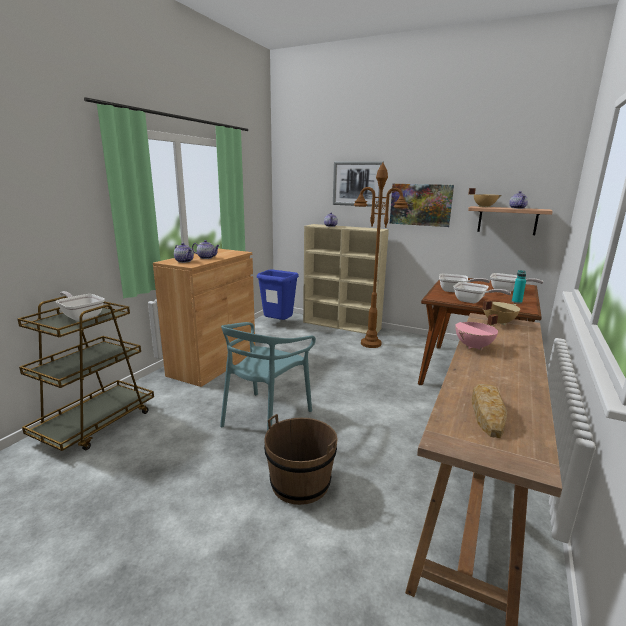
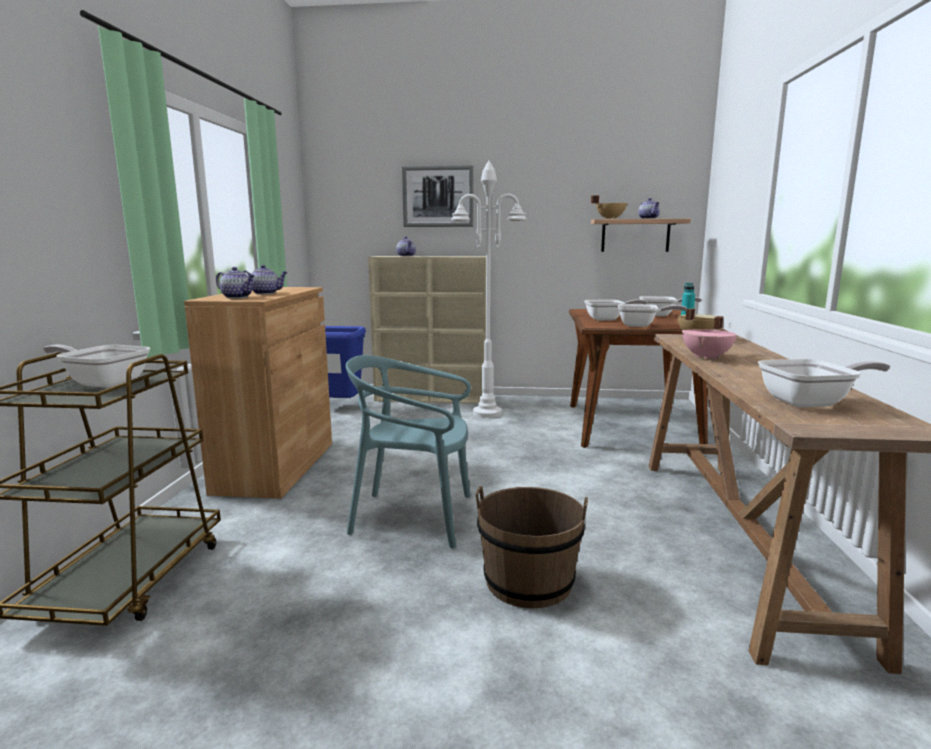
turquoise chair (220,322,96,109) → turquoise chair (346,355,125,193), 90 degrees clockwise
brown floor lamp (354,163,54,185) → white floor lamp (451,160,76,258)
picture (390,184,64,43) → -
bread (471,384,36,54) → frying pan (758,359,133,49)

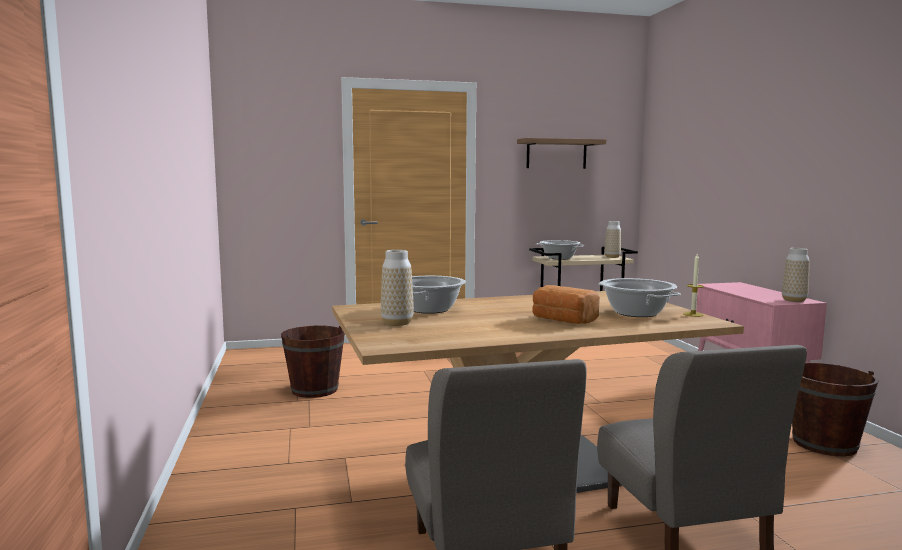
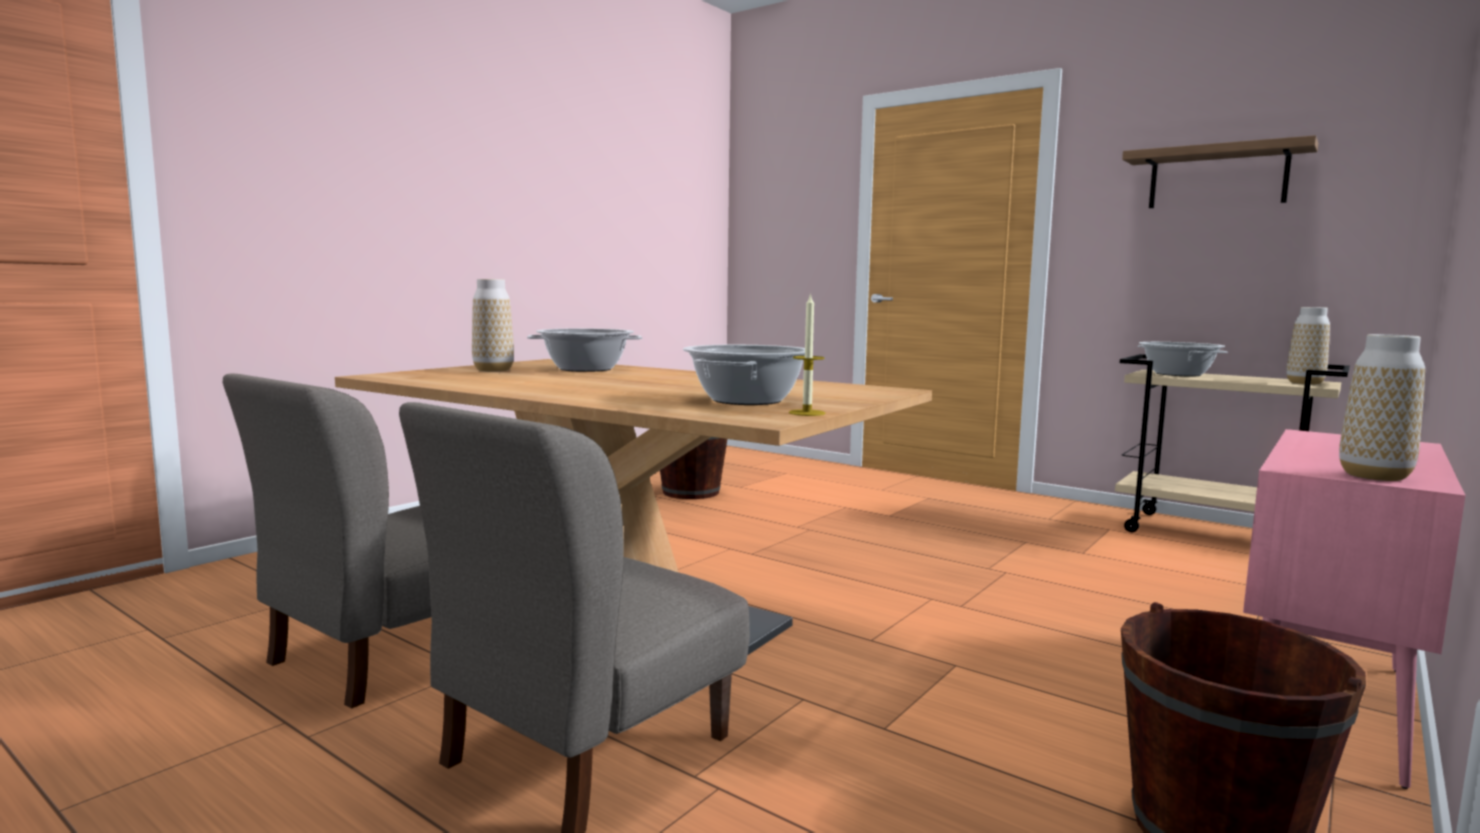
bread (532,285,68,39) → -

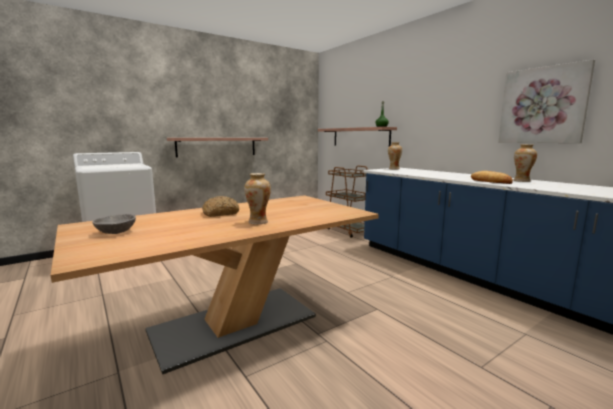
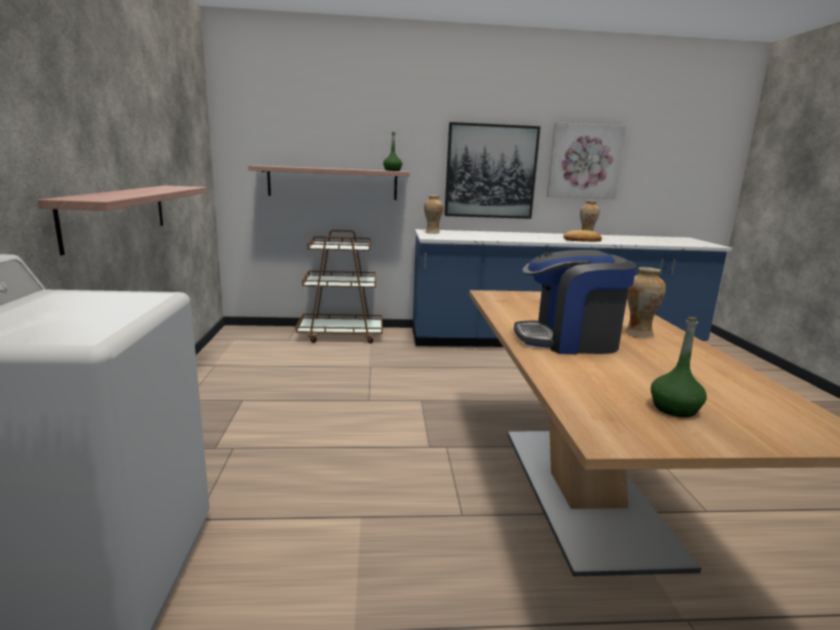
grey bowl (92,214,44,20) → green bottle (651,317,56,100)
bread (202,196,37,21) → coffee machine (514,250,122,104)
- → picture (444,122,97,97)

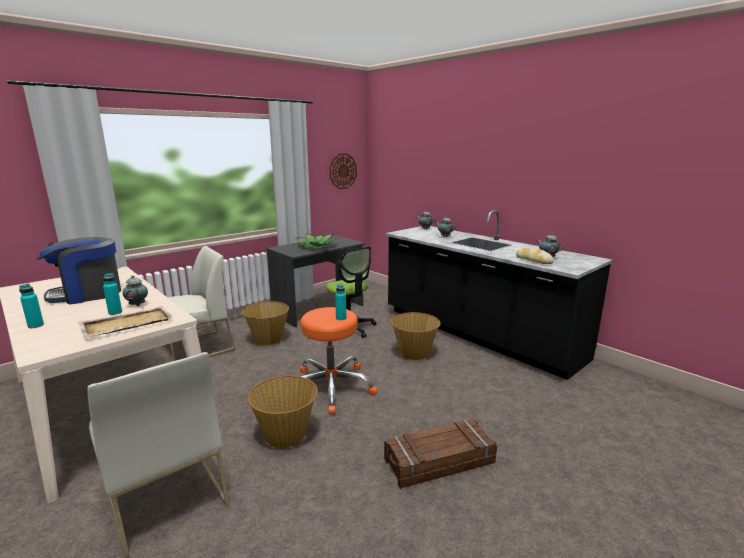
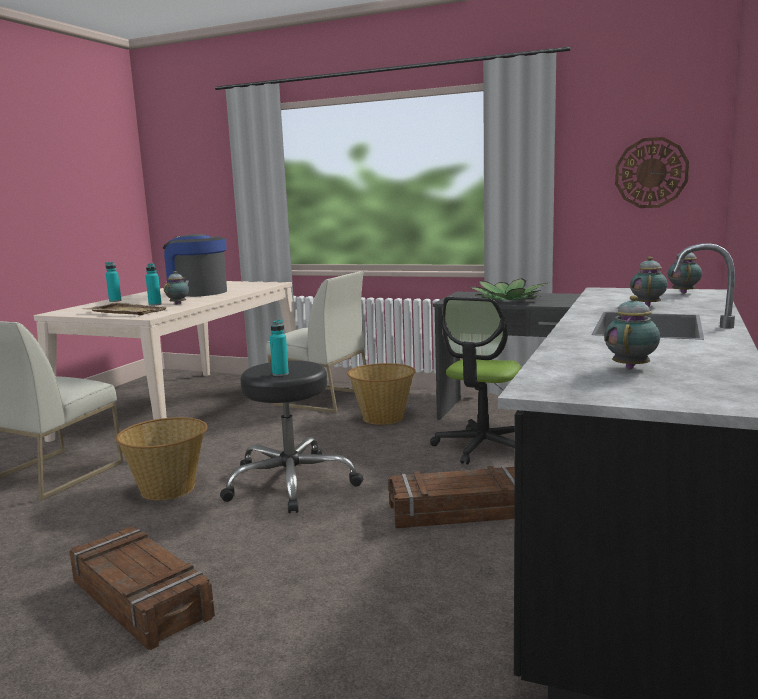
orange stool (300,307,78,107) → black stool (220,361,143,152)
basket (391,312,50,49) → crate (388,466,127,63)
bread (516,248,38,16) → -

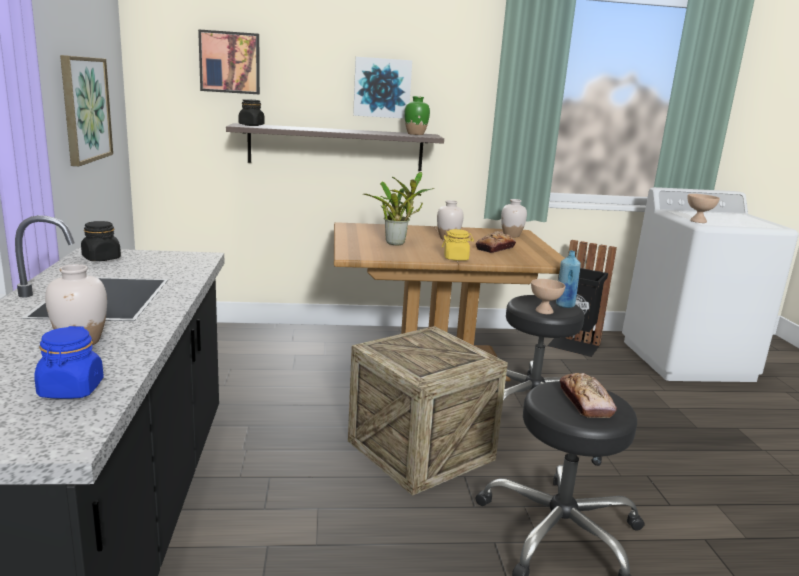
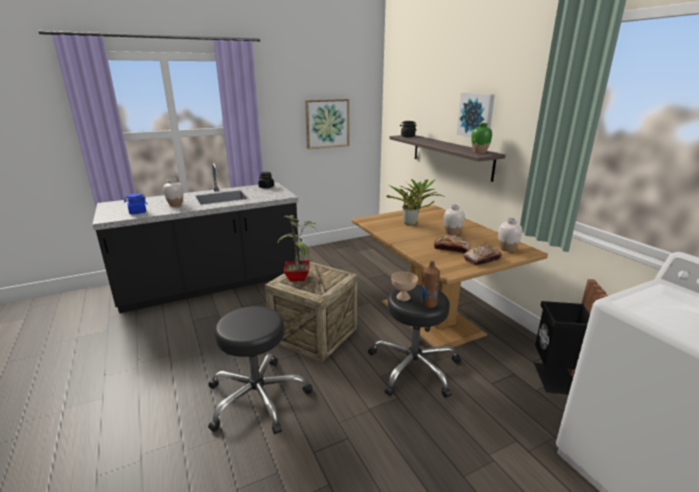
picture (198,29,62,65) → -
yellow jar (442,229,32,32) → -
blue bottle (556,251,25,57) → brown bottle (421,261,19,47)
bread (560,373,57,45) → bread (464,245,38,20), relocated
beige bowl (688,194,32,29) → -
- → potted plant (277,215,40,66)

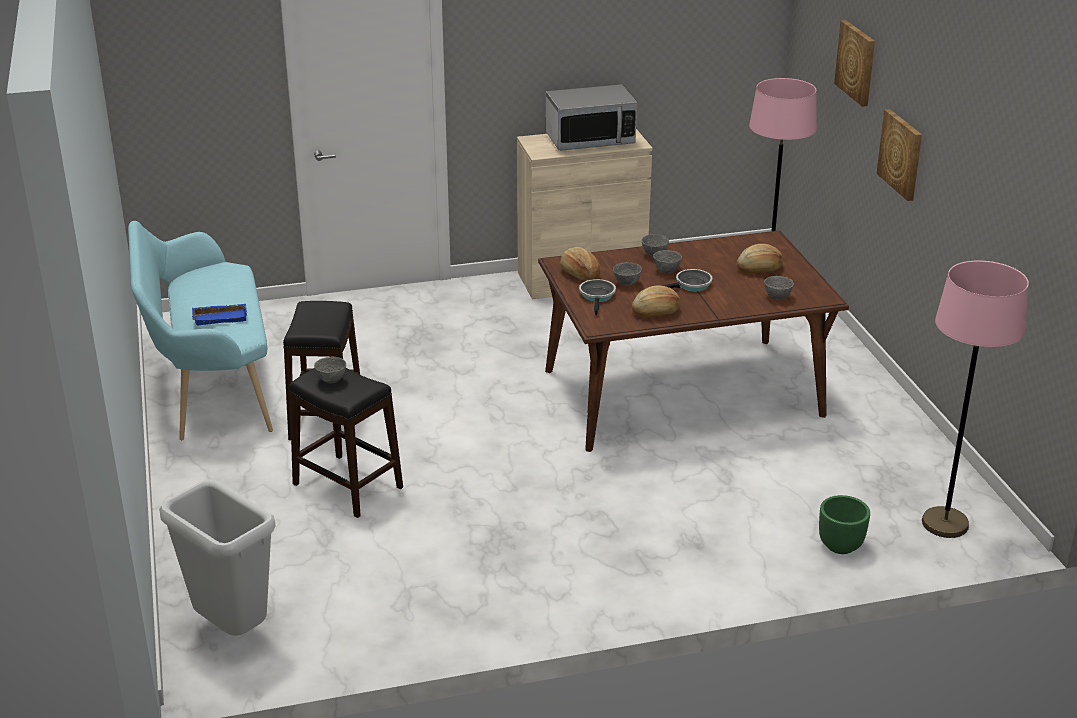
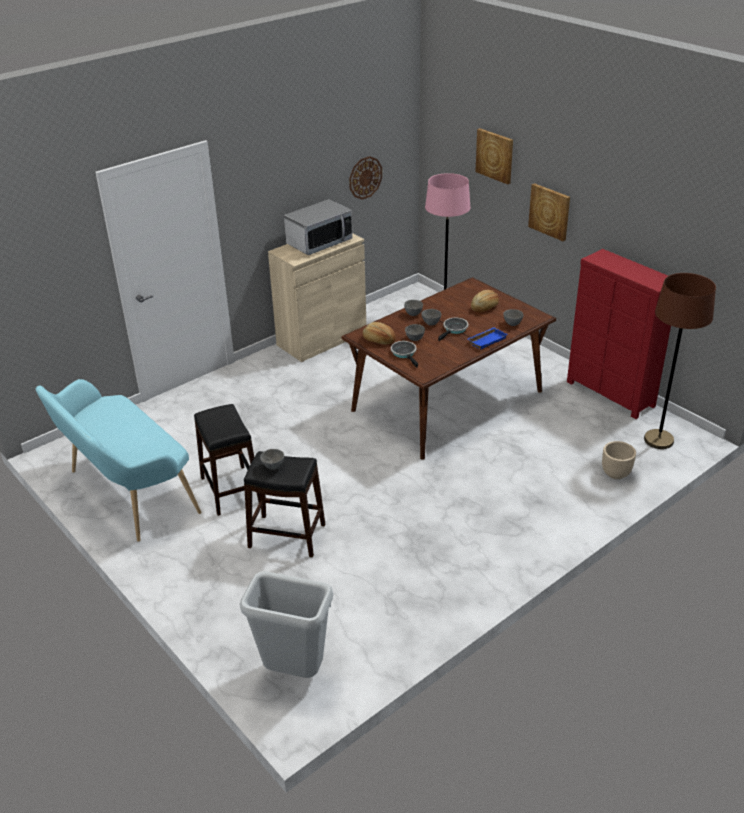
blue tray (192,304,55,21) → blue tray (468,327,40,23), relocated
bread (632,285,49,32) → -
green planter (819,495,51,59) → beige planter (602,441,34,38)
pink floor lamp (922,261,107,277) → brown floor lamp (644,273,72,176)
- → wall clock (349,156,33,44)
- → red dresser (567,249,104,170)

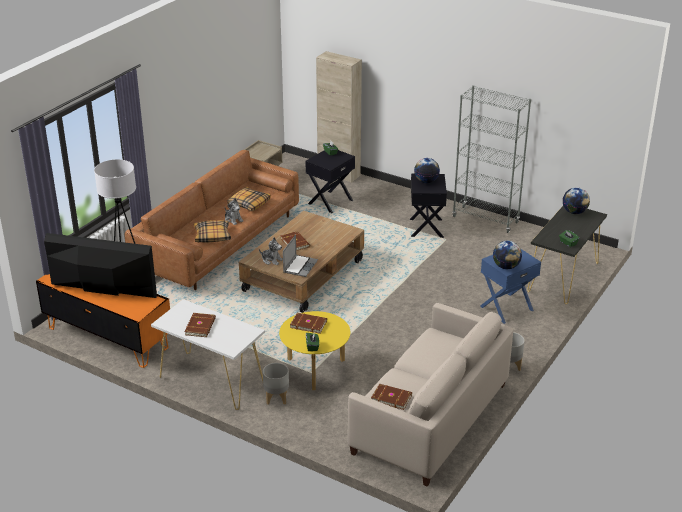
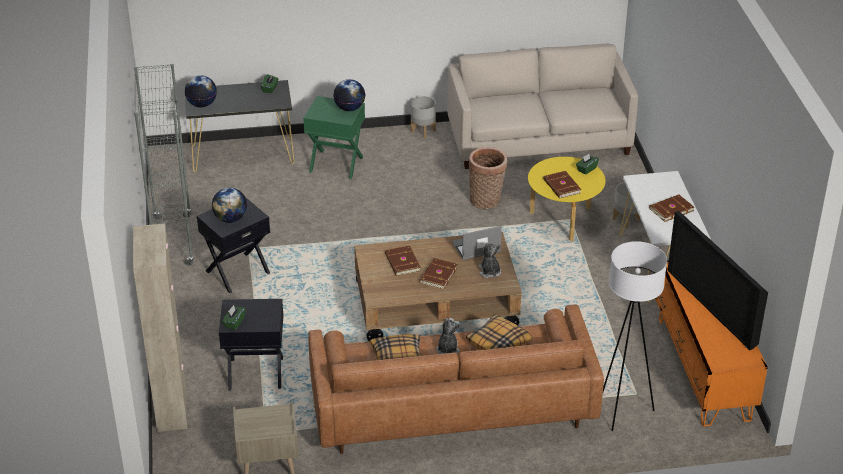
brown book (371,384,41,26) → brown book (385,246,36,30), relocated
blue side table (480,249,61,75) → green side table (303,96,62,83)
- → basket (469,147,38,62)

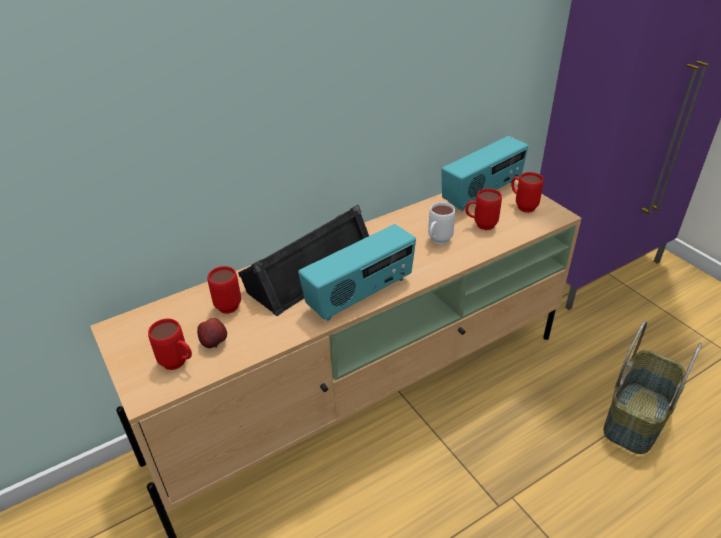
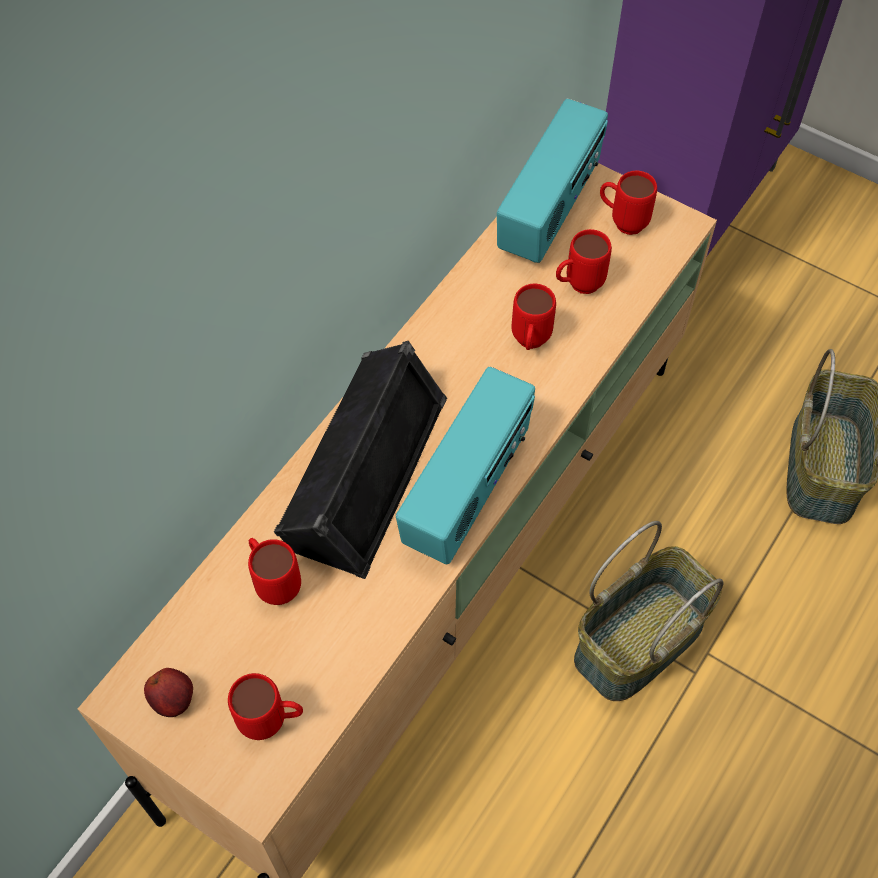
apple (197,318,30,30) → apple (144,668,49,49), relocated
white mug (428,202,27,43) → red mug (511,284,45,66)
- → basket (574,521,149,180)

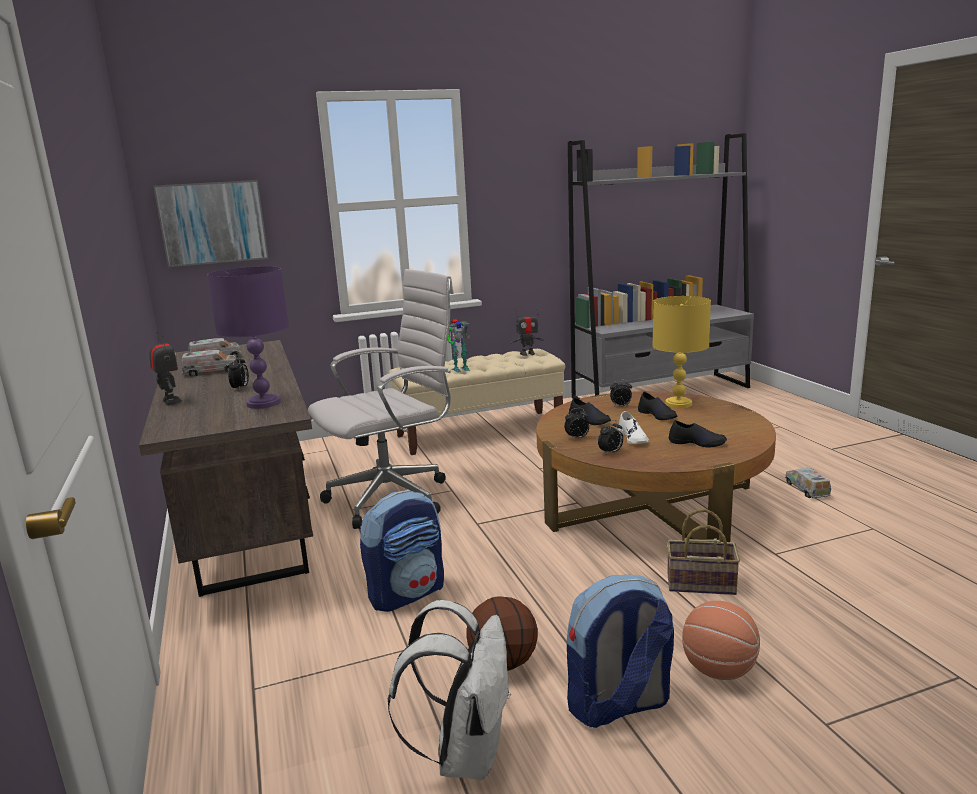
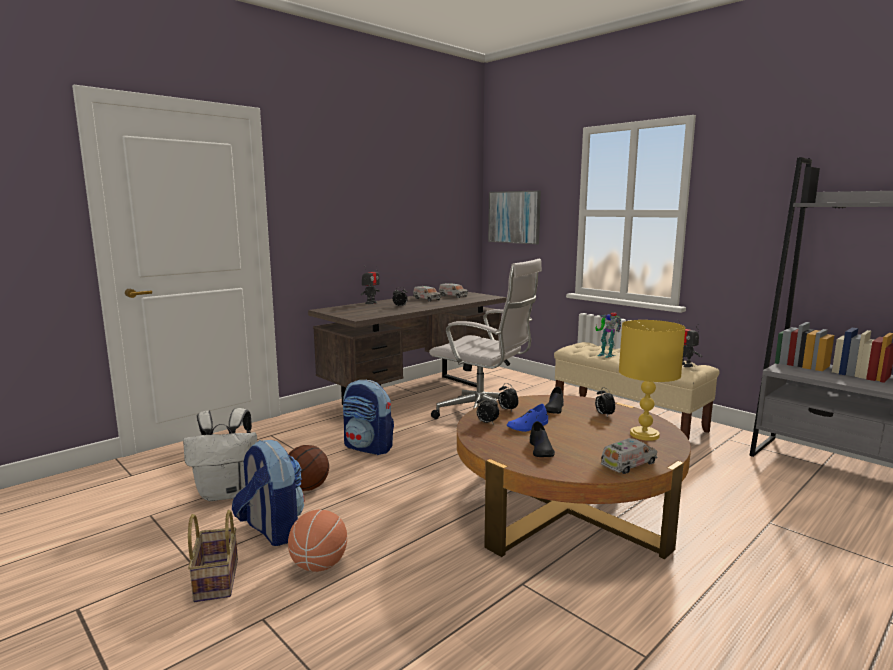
purple table lamp (207,266,82,143) → -
white shoe (618,411,30,33) → blue shoe (507,404,41,28)
black shoe (638,392,40,28) → -
basket (667,509,73,86) → basket (188,510,50,92), relocated
toy truck (785,468,46,30) → toy truck (601,438,56,36), relocated

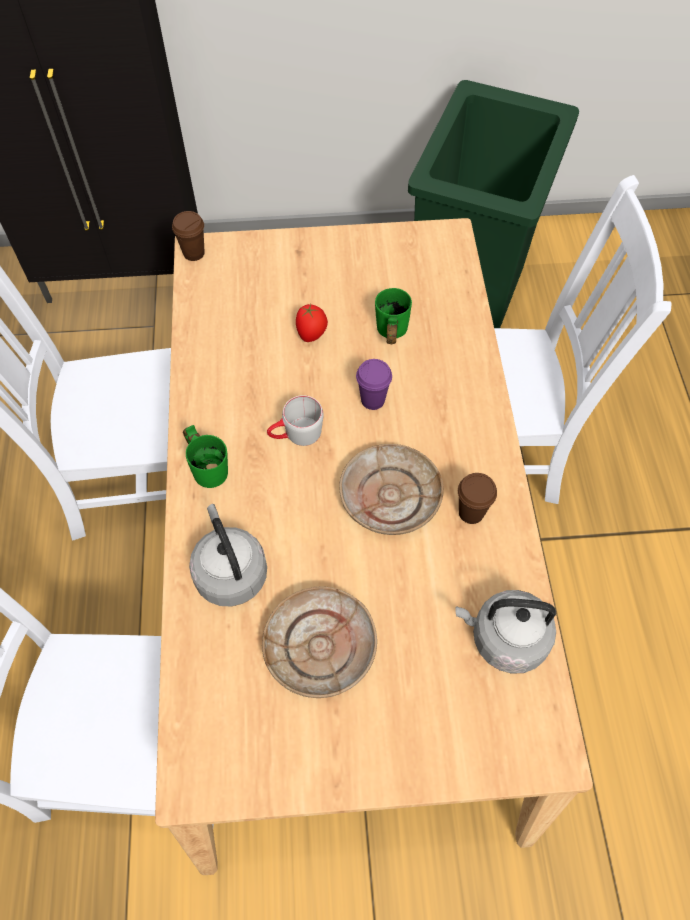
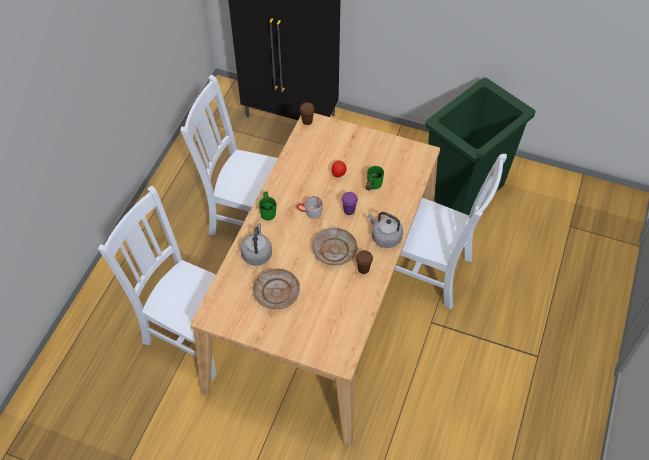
grey kettle (455,590,101,84) → grey kettle (368,212,35,36), relocated

